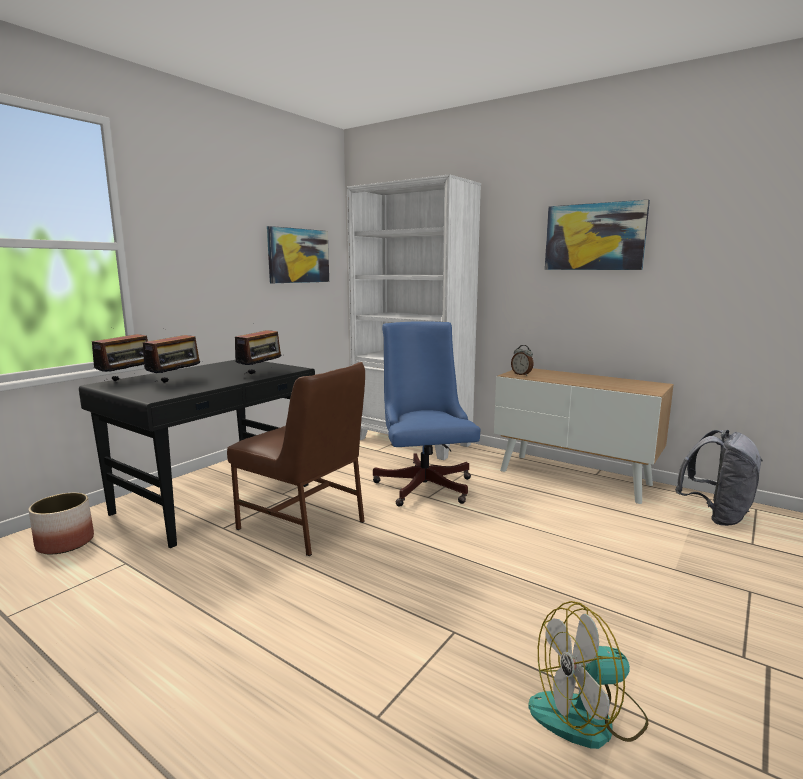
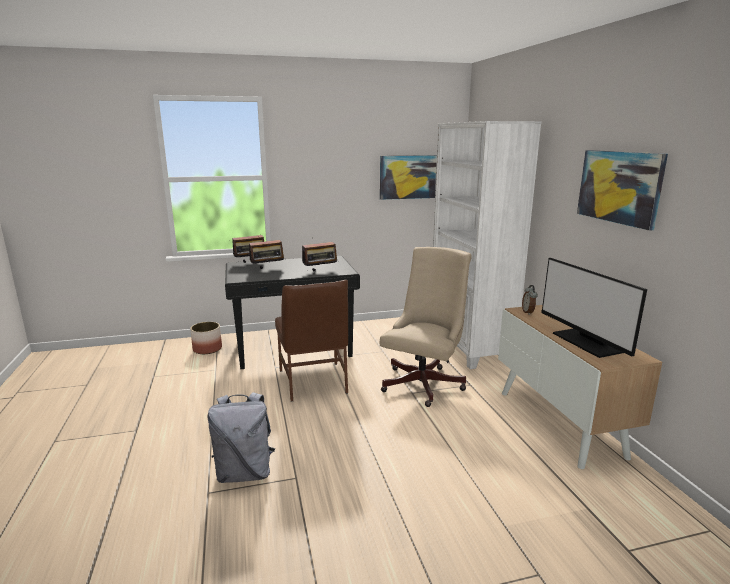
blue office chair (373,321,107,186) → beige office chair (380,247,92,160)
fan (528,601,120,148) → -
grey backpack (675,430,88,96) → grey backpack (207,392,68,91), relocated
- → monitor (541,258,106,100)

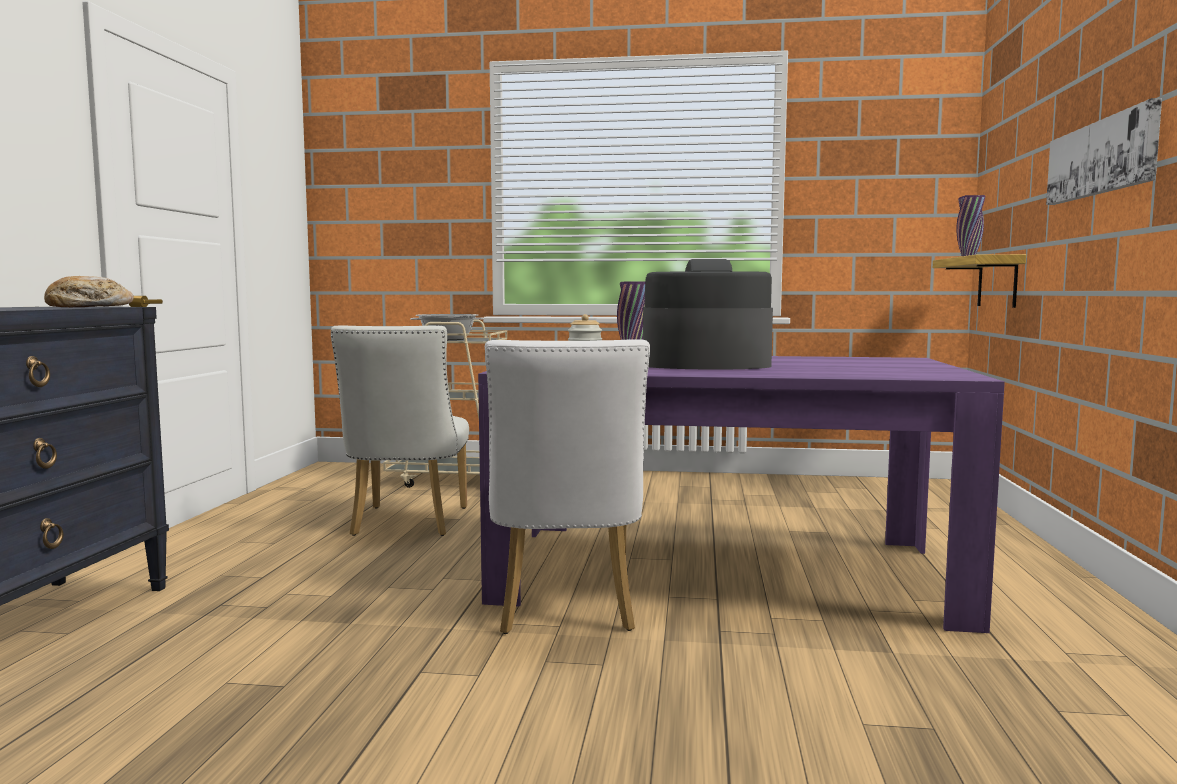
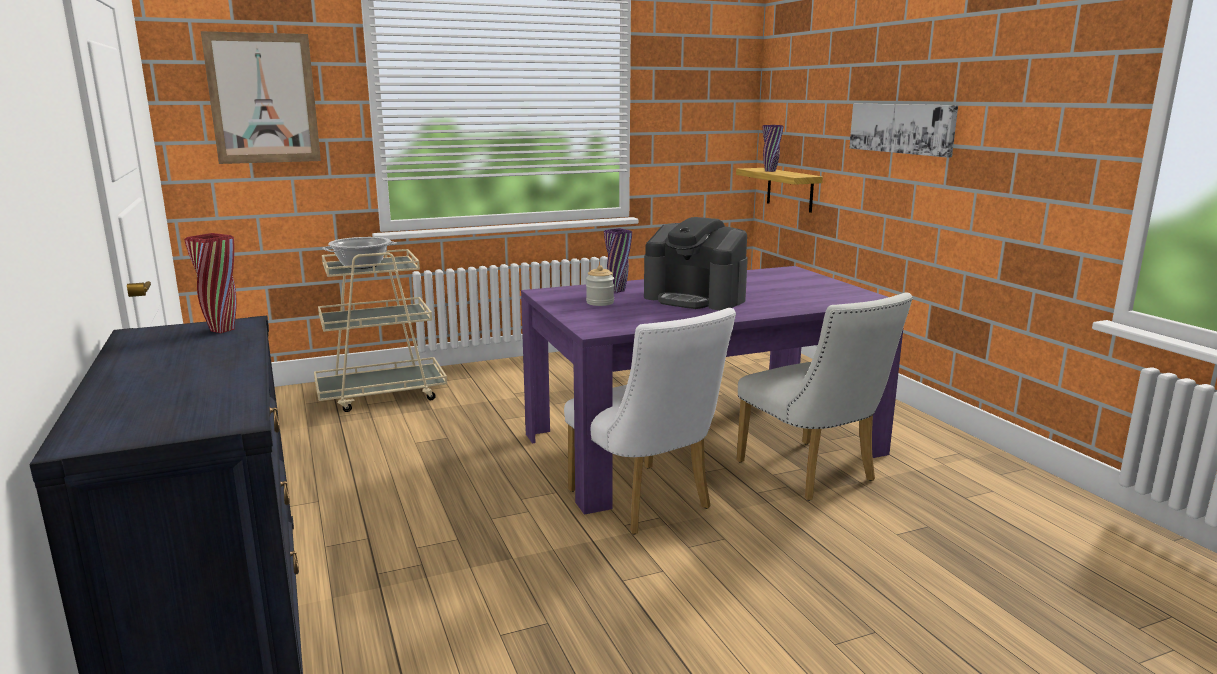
bread (44,276,90,31) → red vase (184,233,53,100)
white chair (331,325,138,211) → white chair (736,293,177,208), relocated
coffee machine (643,259,130,110) → coffee machine (644,217,104,93), 120 degrees counterclockwise
- → picture (201,31,120,133)

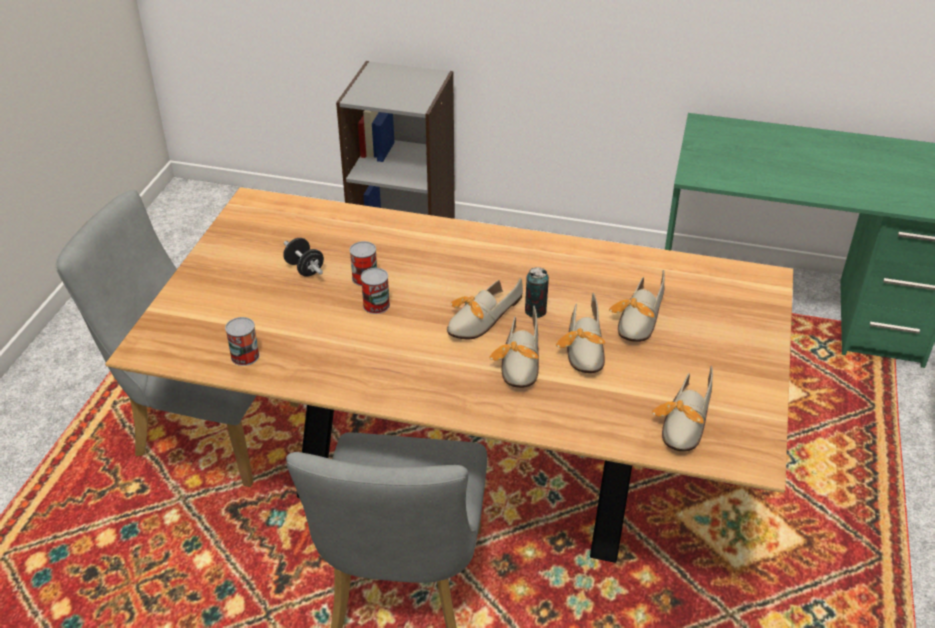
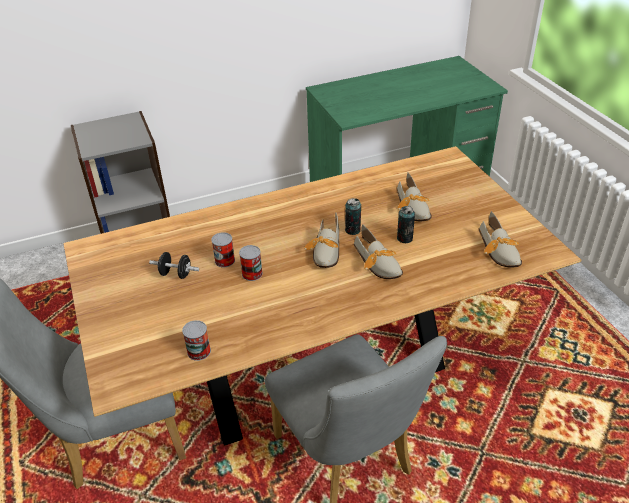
shoe (556,292,50,81) → can (397,206,18,37)

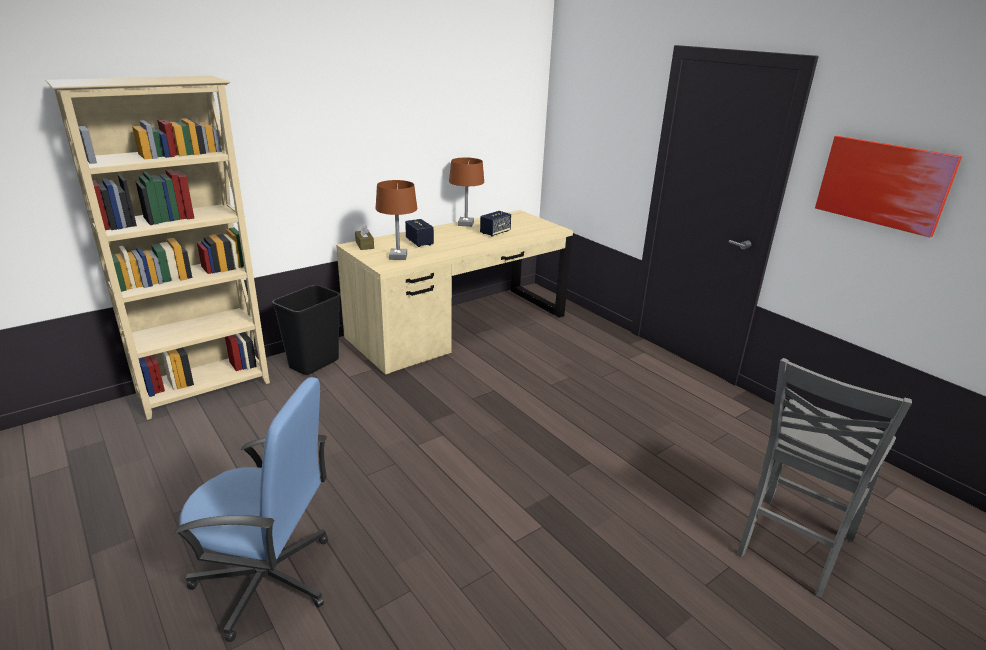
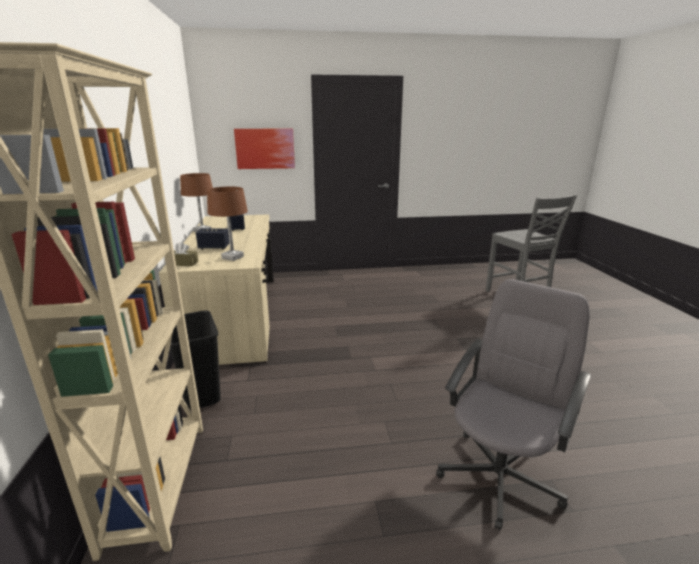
blue office chair (173,377,155,265) → grey office chair (436,279,155,251)
picture (815,136,147,102) → picture (234,129,61,40), relocated

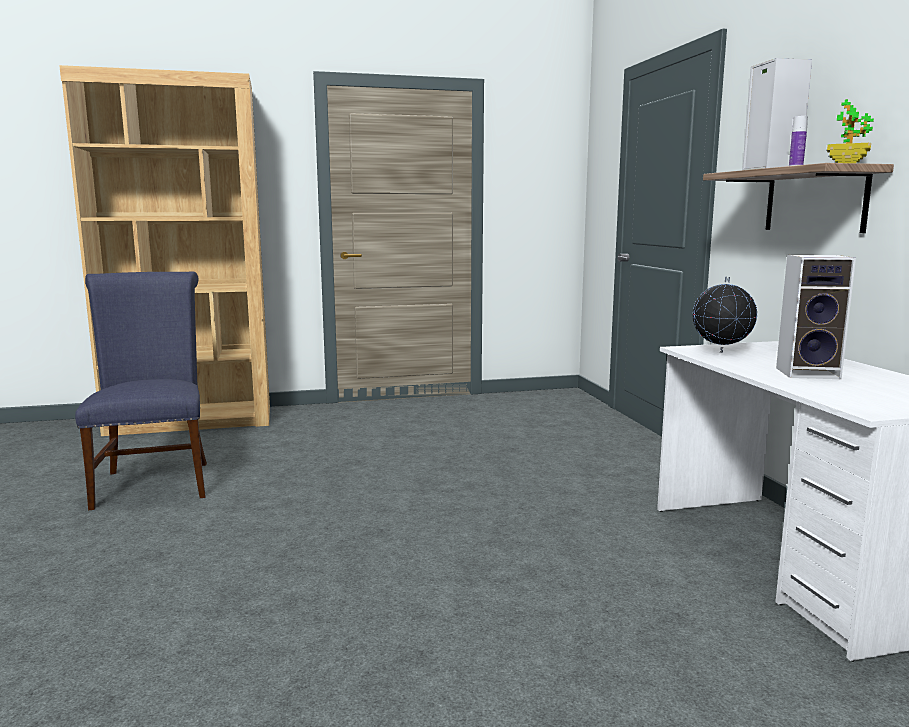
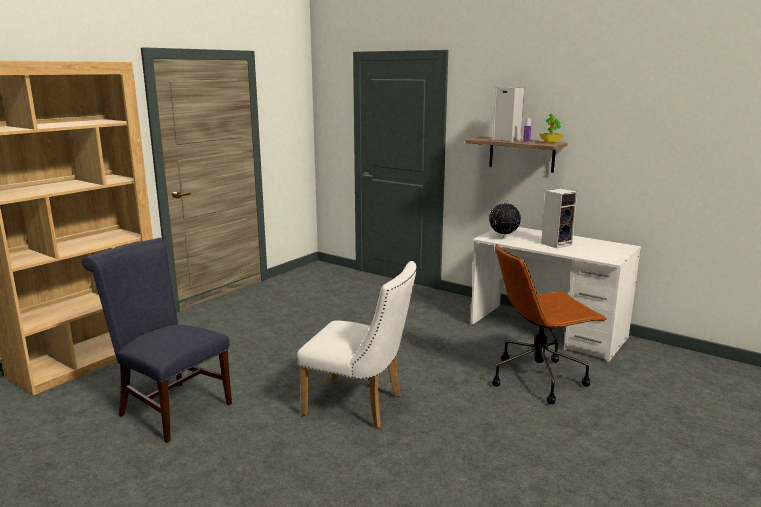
- → white chair (297,261,120,168)
- → brown office chair (492,244,115,160)

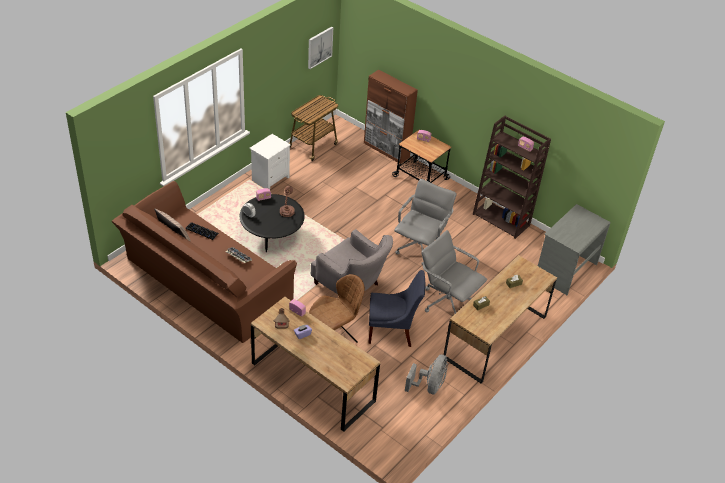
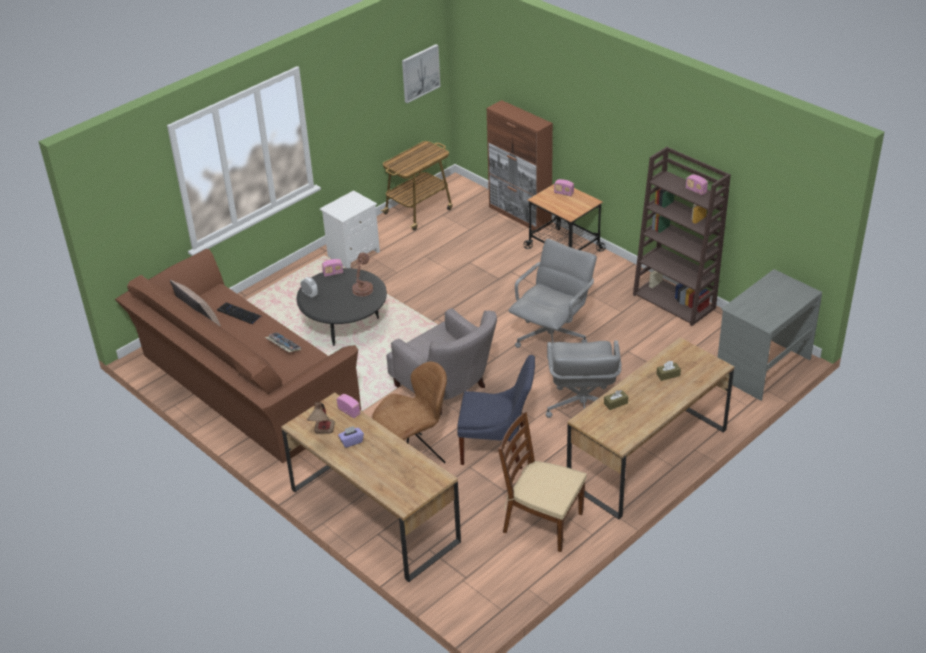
grey fan (405,354,43,40) → brown chair (498,411,89,141)
grey office chair (421,230,66,84) → grey office chair (546,340,76,78), 135 degrees counterclockwise

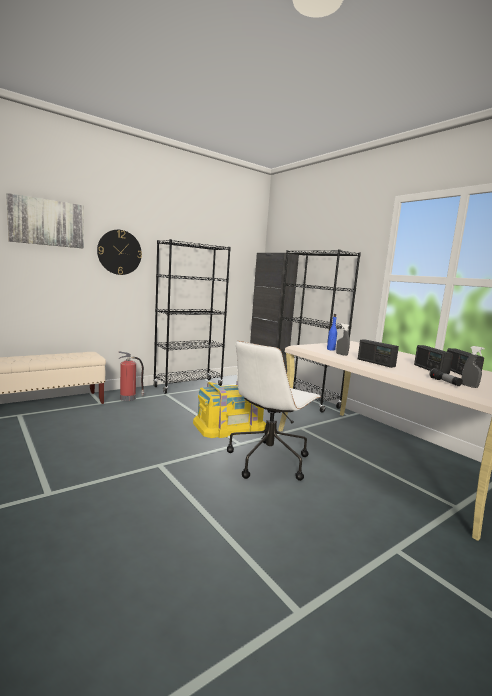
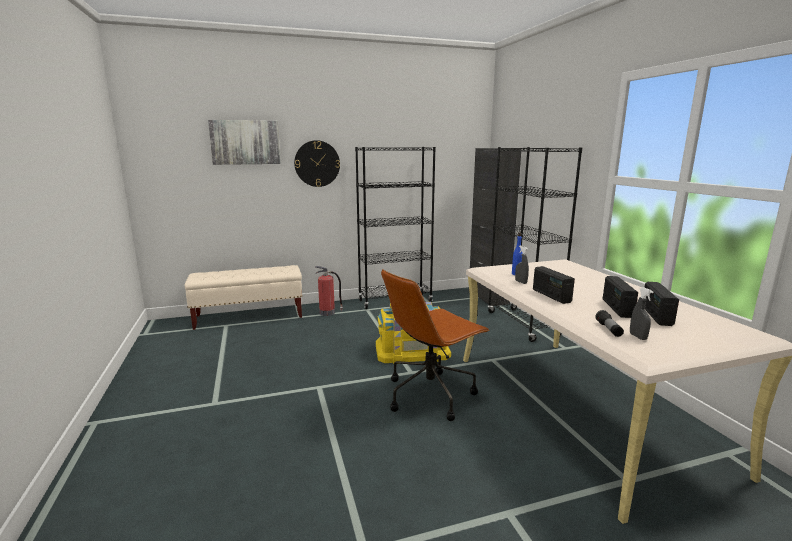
white office chair (227,341,94,140) → brown office chair (381,269,109,152)

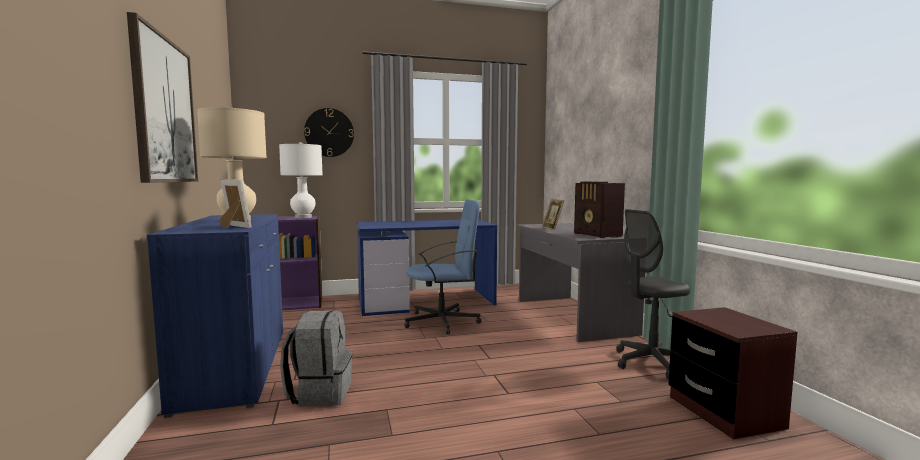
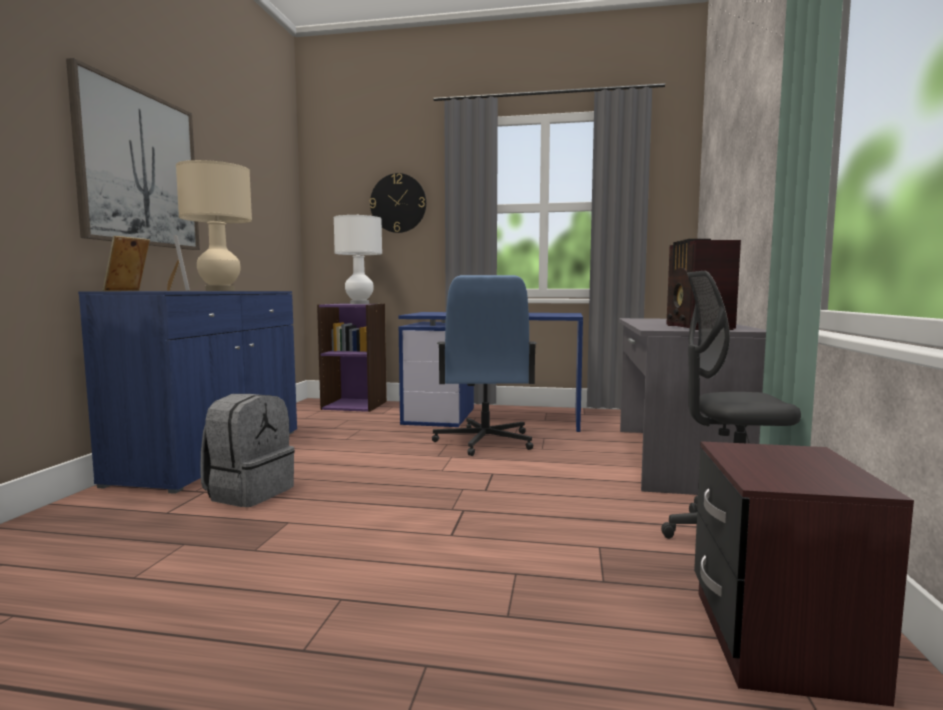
blue office chair (405,199,77,136) → blue office chair (432,275,105,181), 75 degrees clockwise
picture frame (542,199,22,31) → picture frame (102,236,48,55), relocated

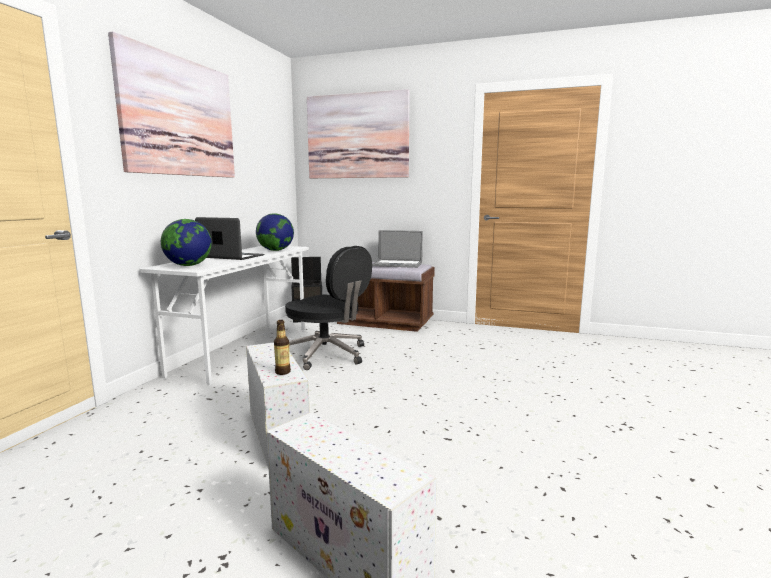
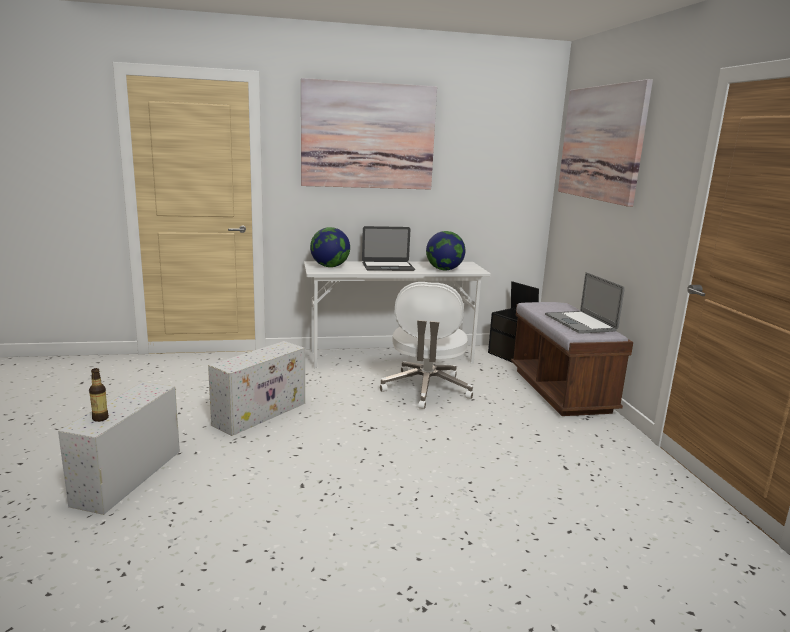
laptop (195,217,69,43) → laptop (362,226,53,45), 90 degrees clockwise
bottle (274,320,17,55) → bottle (89,368,20,54), relocated
black office chair (285,246,87,124) → white office chair (380,282,93,127)

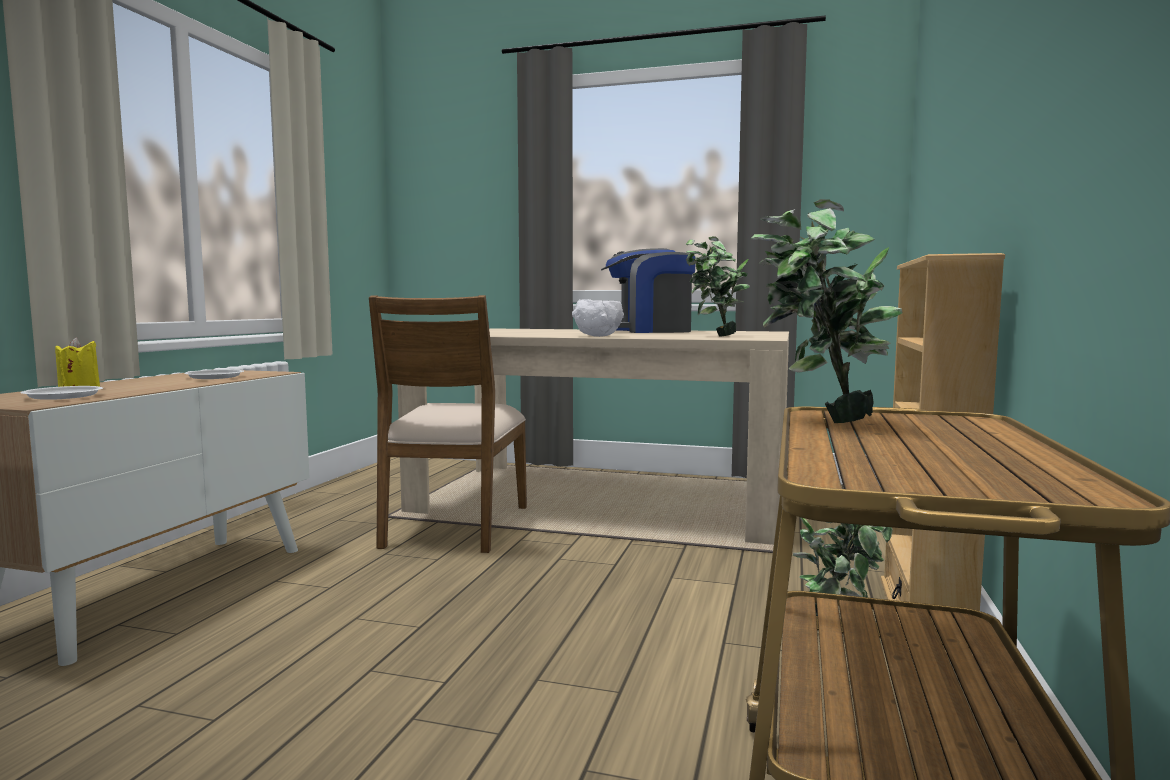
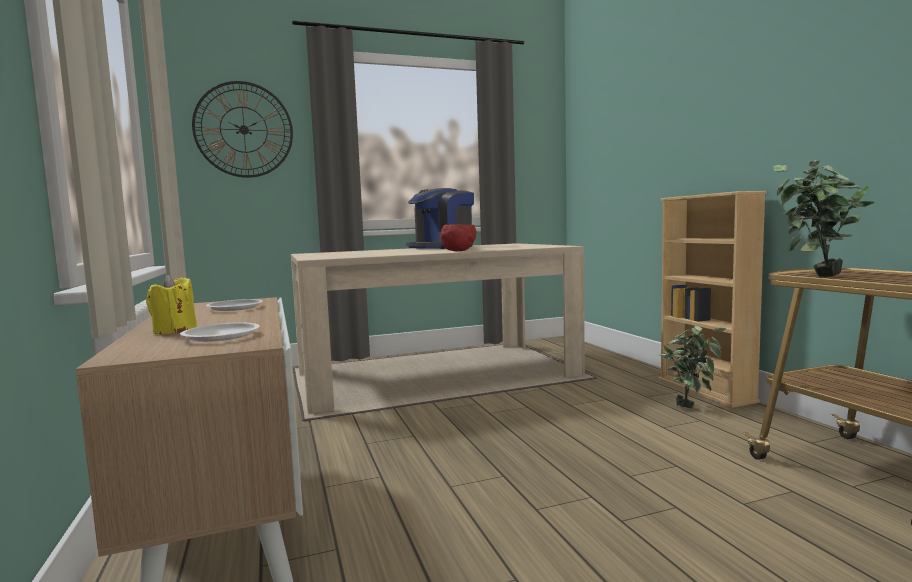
brown chair (369,295,158,258) → -
white bowl (572,299,52,38) → red bowl (441,224,35,27)
potted plant (686,236,64,101) → -
- → wall clock (192,81,101,97)

